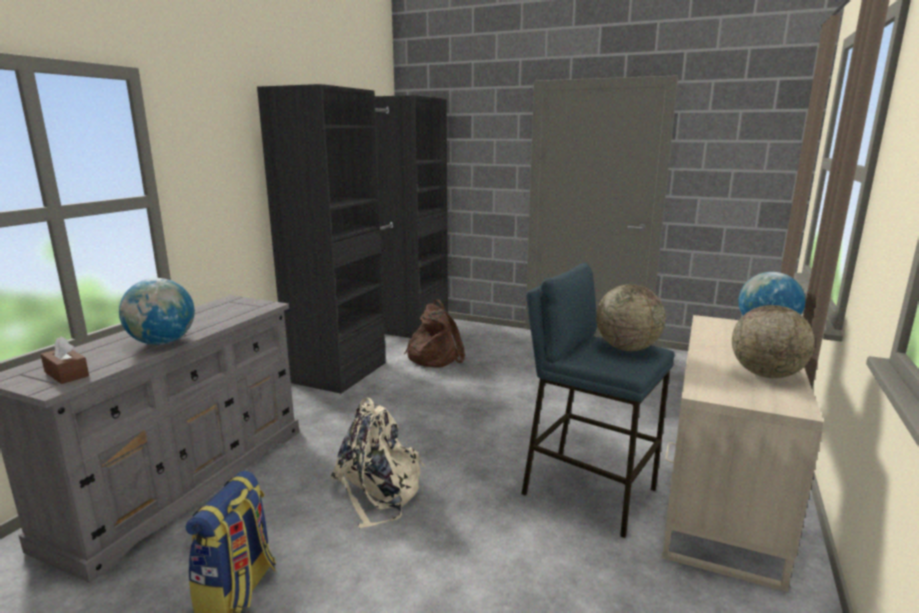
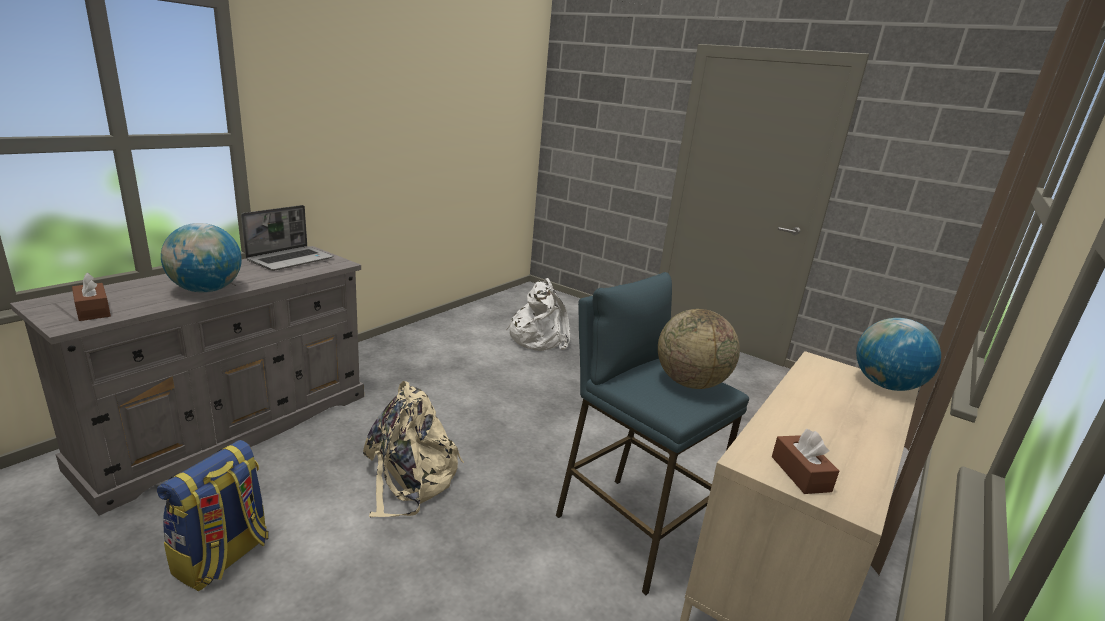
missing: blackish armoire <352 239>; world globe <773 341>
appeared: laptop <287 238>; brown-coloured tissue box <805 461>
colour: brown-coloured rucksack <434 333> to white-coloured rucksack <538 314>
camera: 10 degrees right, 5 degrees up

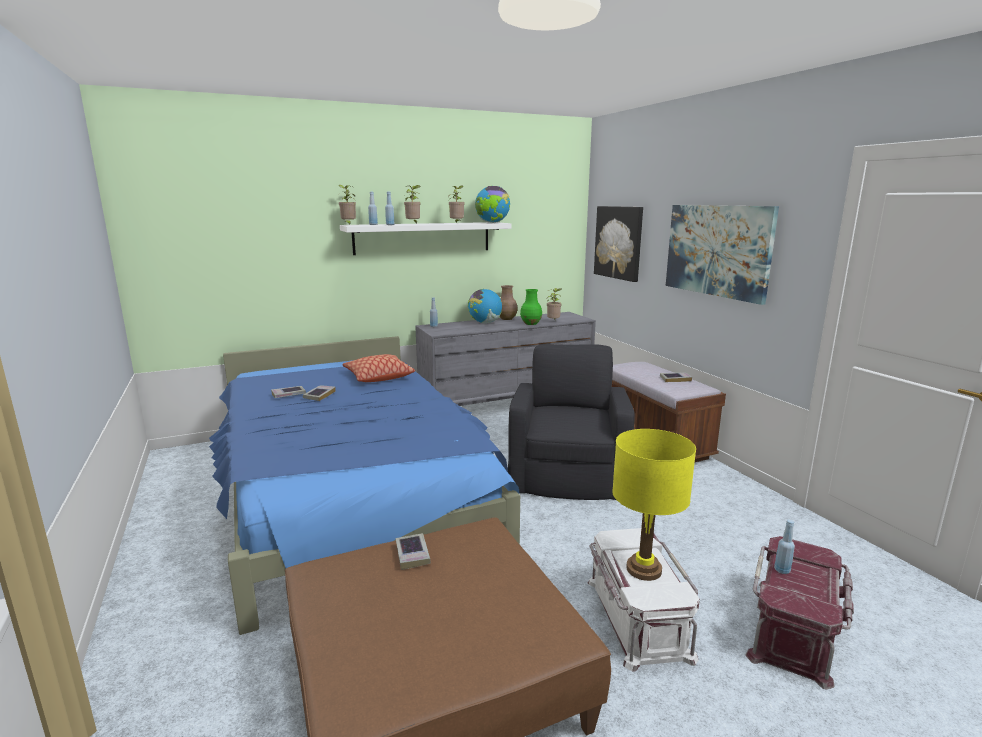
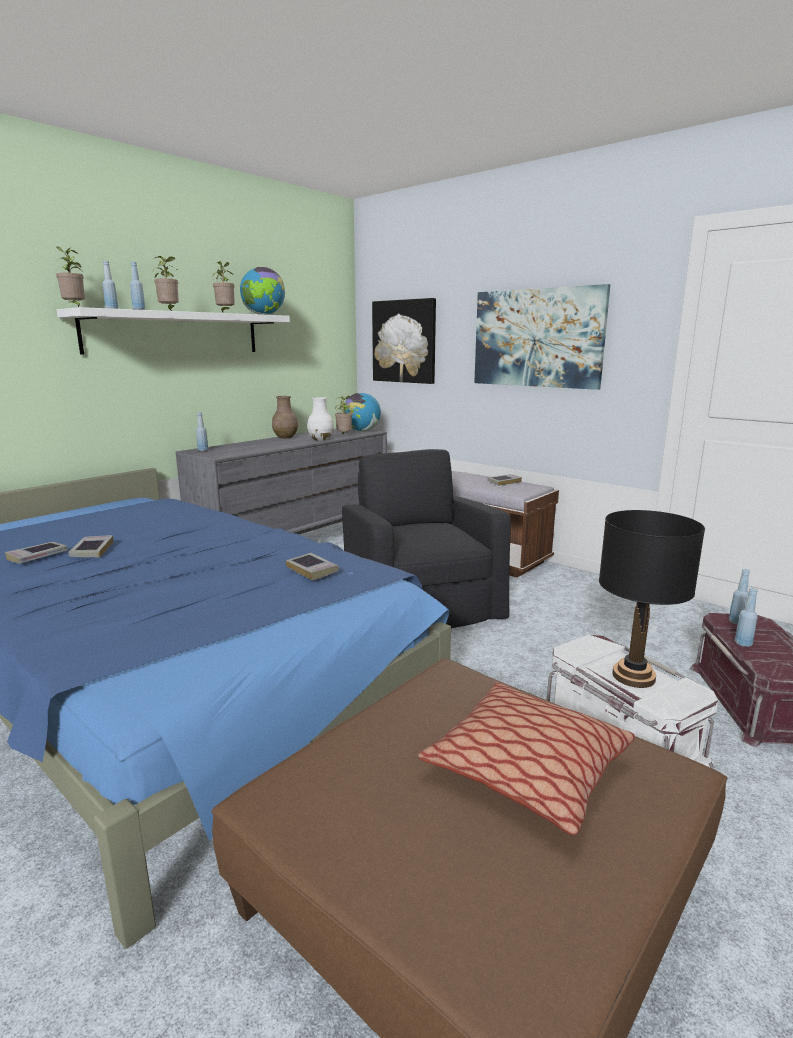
appeared: blue-coloured bottle <739 596>
relocated: cushion <378 368> to <526 758>; book <413 551> to <312 566>; world globe <485 306> to <362 412>
colour: greenish flower vase <531 307> to white-coloured flower vase <320 419>; yellow-coloured tabletop lamp <654 505> to blackish tabletop lamp <652 599>
camera: 25 degrees left, 0 degrees up

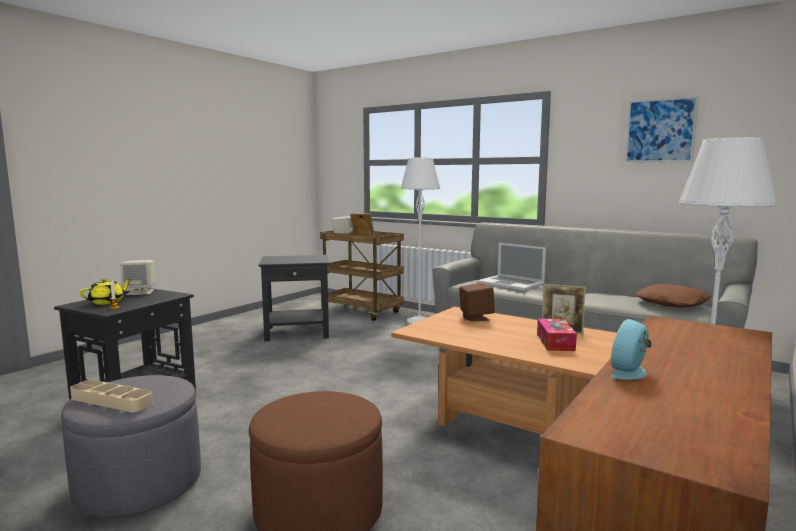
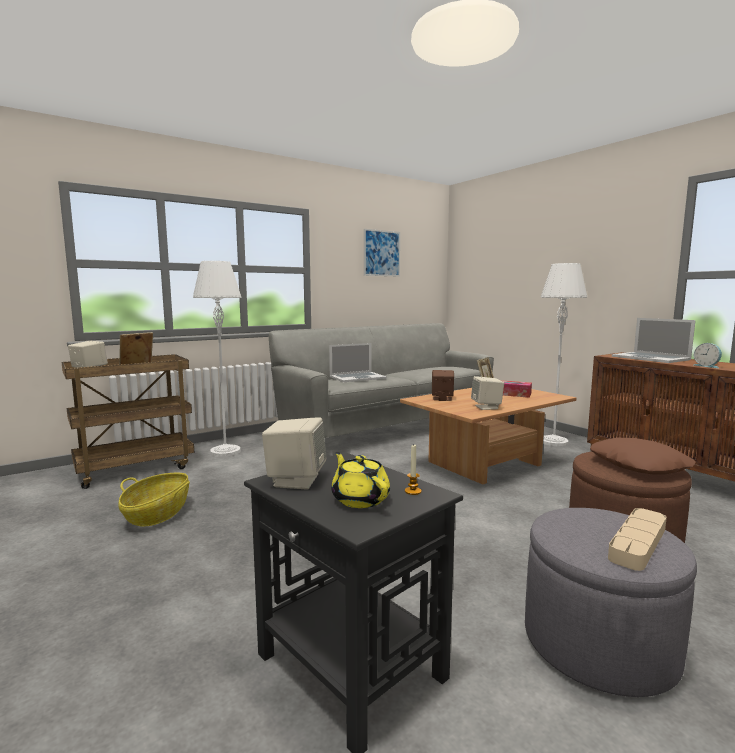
appeared: sand-coloured speaker <487 393>; laptop <654 340>
relocated: brown-coloured cushion <673 295> to <643 456>
exchanged: blackish accent table <294 298> to basket <154 500>
camera: 70 degrees left, 0 degrees up

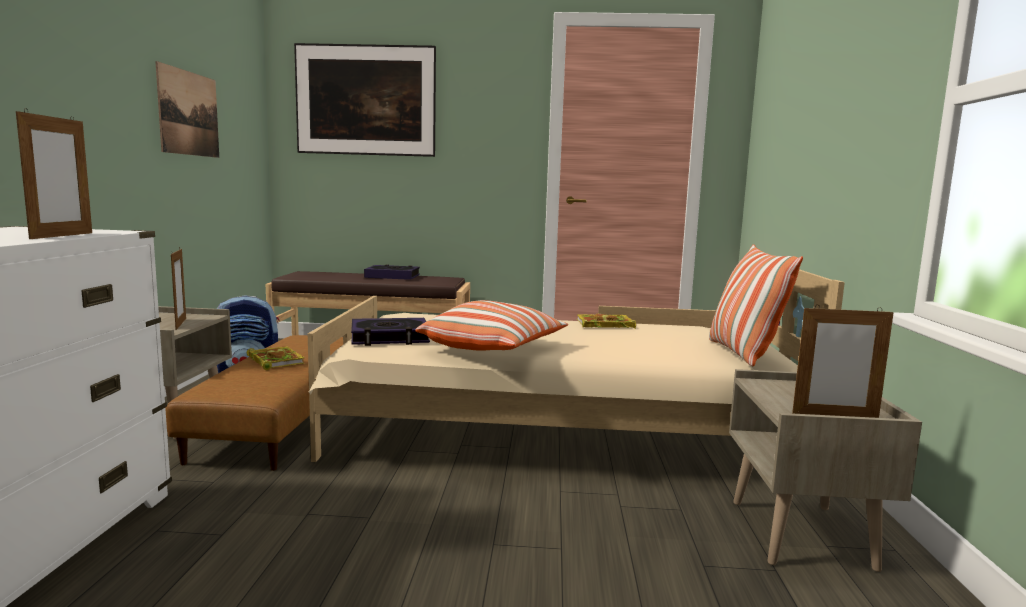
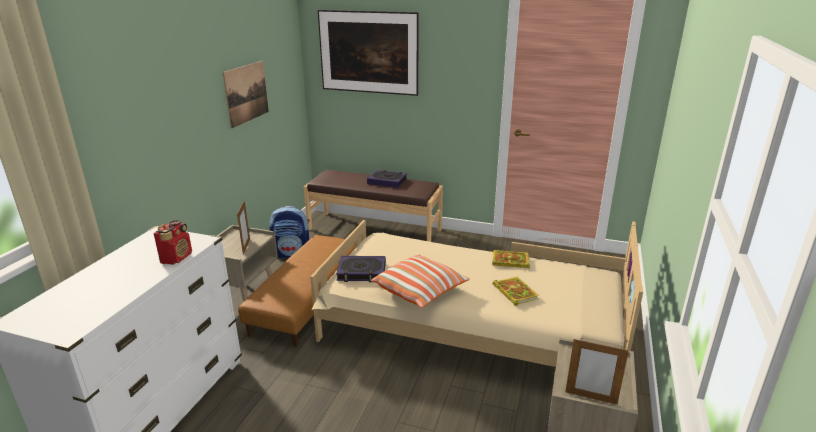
missing: cushion <756 305>
relocated: book <276 358> to <516 291>
exchanged: standing frame <54 173> to radio set <173 242>
camera: 15 degrees right, 15 degrees up

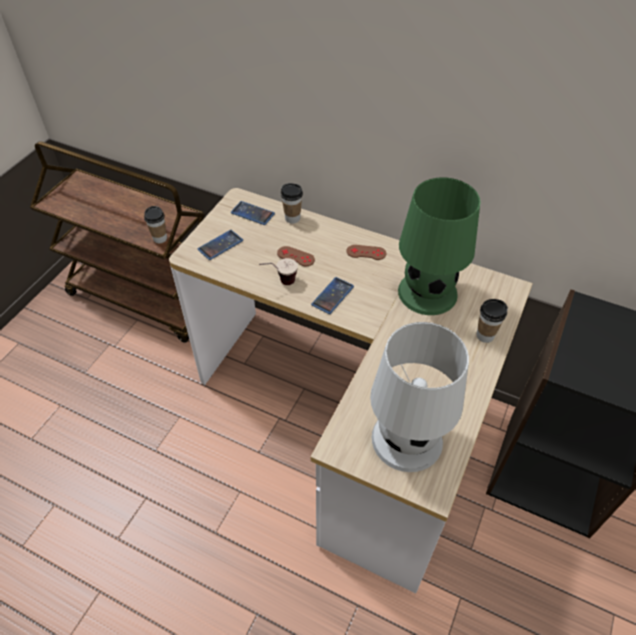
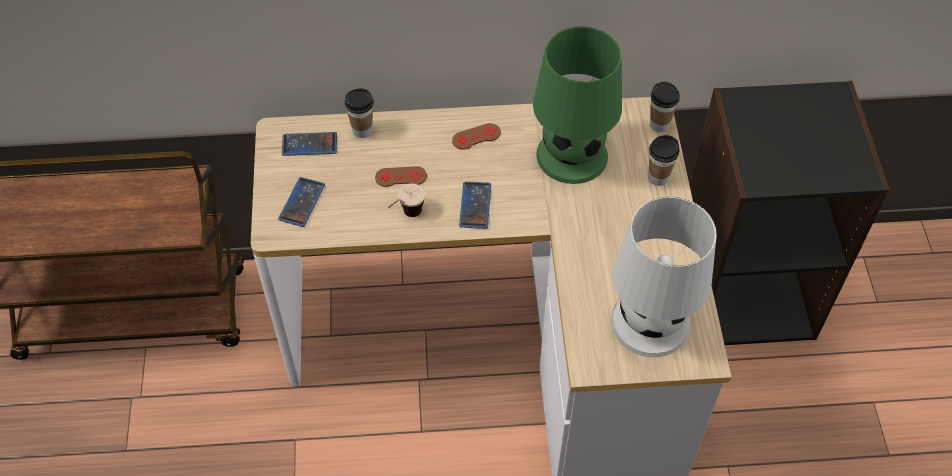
relocated: cup <155 224> to <665 107>
camera: 30 degrees left, 5 degrees up

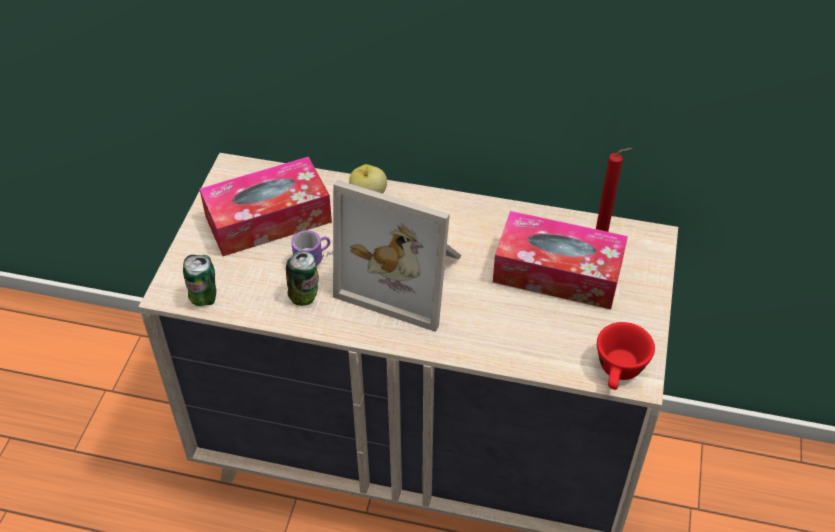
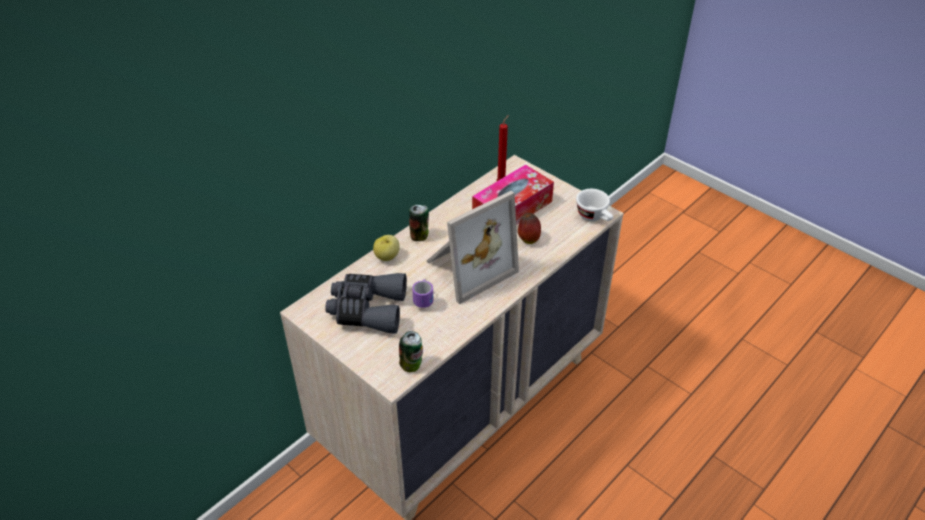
appeared: apple <529 228>
relocated: can <302 278> to <419 223>
exchanged: tissue box <266 206> to greyish binoculars <366 303>
colour: red cup <626 356> to white-coloured cup <594 205>
camera: 60 degrees left, 5 degrees down

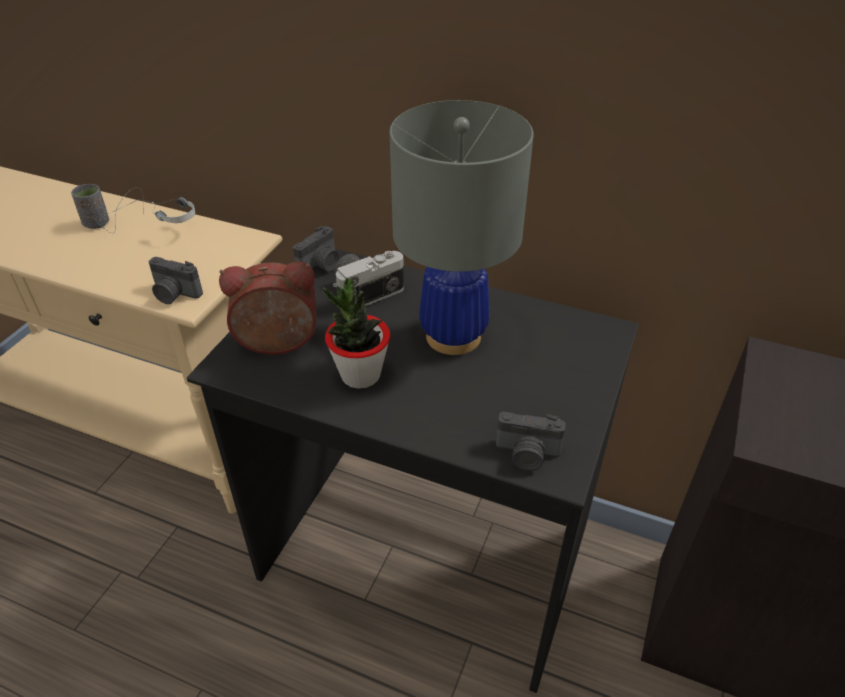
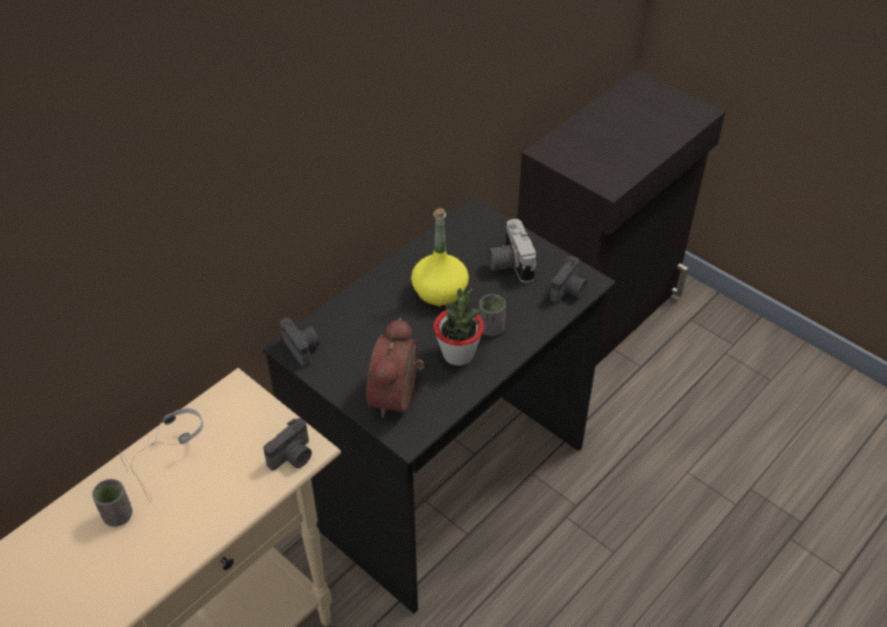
appeared: greyish cup <492 315>
relocated: photo camera <368 278> to <512 251>
exchanged: greyish tabletop lamp <462 227> to yellow-coloured bottle <440 257>
camera: 70 degrees left, 5 degrees up

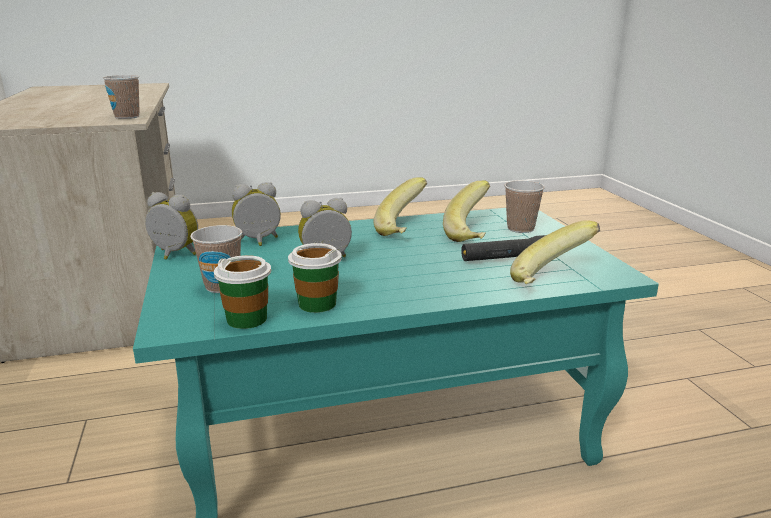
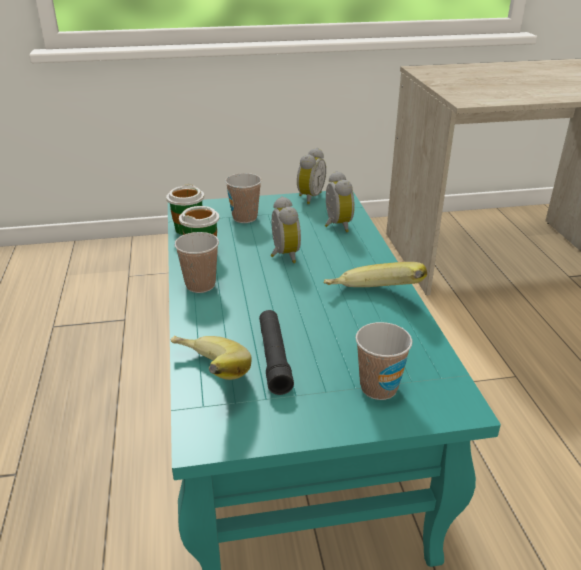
missing: banana fruit <466 211>
relocated: cup <121 97> to <196 262>
camera: 95 degrees right, 10 degrees up

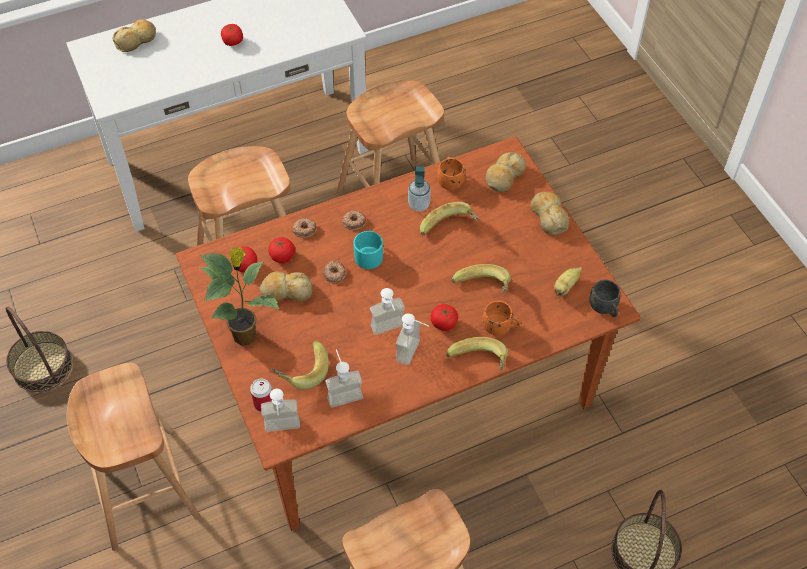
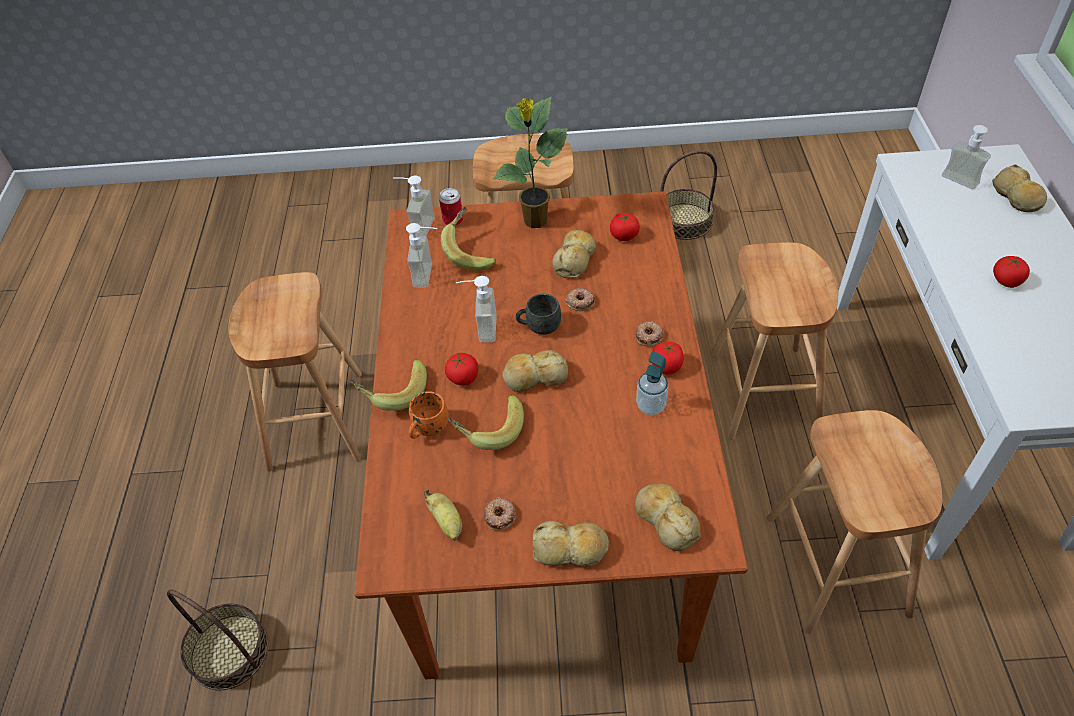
missing: turquoise-coloured tea mug <368 250>; banana fruit <449 218>; orangey tea mug <451 173>
appeared: bakery bread <535 371>
relocated: tomato <281 250> to <668 358>; donut <305 228> to <500 514>; soap bottle <412 339> to <966 157>; greyish tea mug <605 298> to <538 314>
camera: 115 degrees right, 5 degrees down

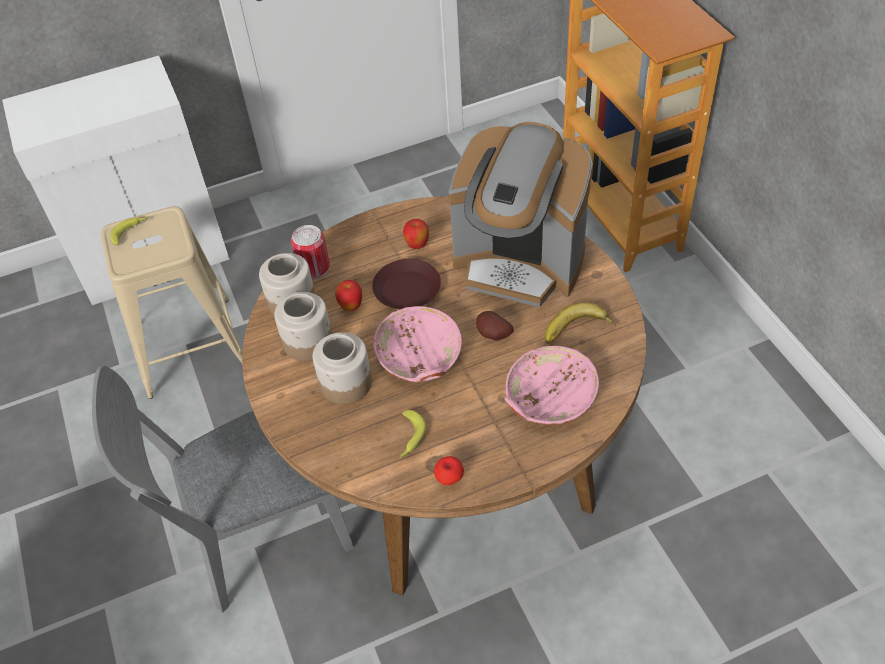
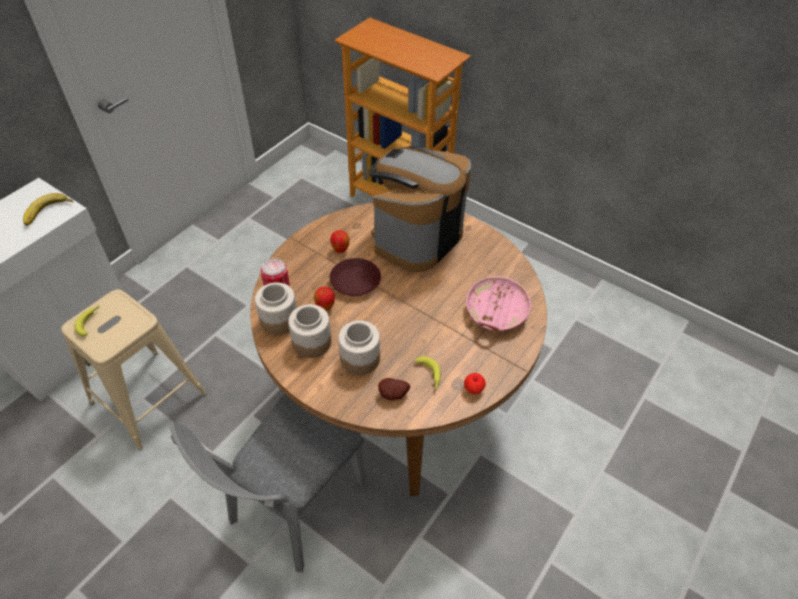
missing: pinkish serving bowl <417 344>
relocated: whole potato <495 326> to <394 389>; banana fruit <580 323> to <48 209>
spun: coffee machine <520 214> = <419 209> 135 degrees clockwise
camera: 35 degrees left, 0 degrees up

